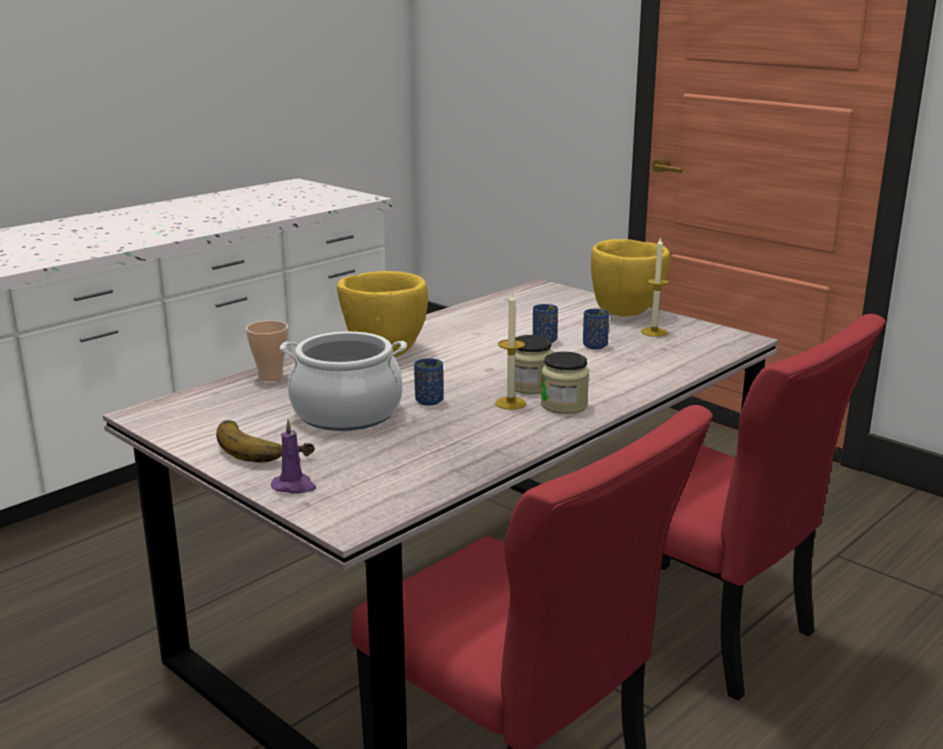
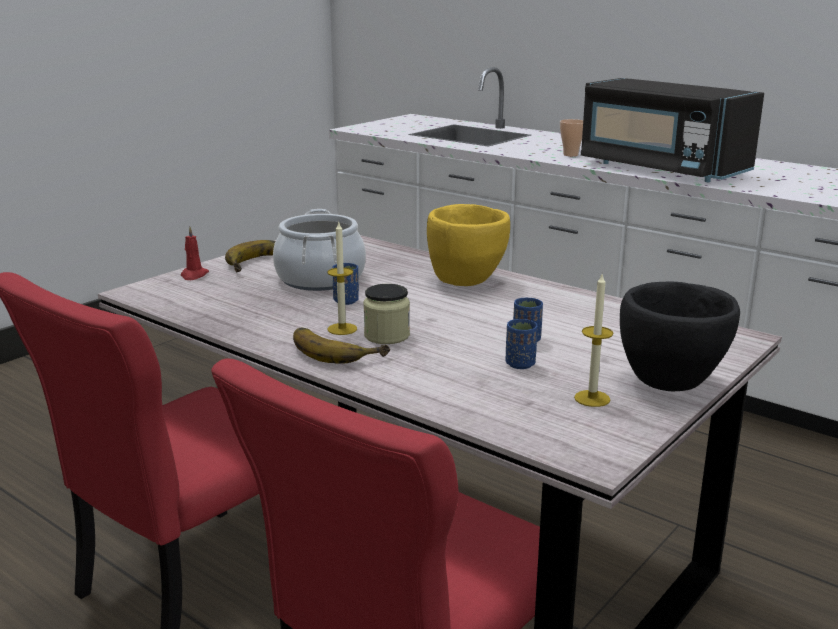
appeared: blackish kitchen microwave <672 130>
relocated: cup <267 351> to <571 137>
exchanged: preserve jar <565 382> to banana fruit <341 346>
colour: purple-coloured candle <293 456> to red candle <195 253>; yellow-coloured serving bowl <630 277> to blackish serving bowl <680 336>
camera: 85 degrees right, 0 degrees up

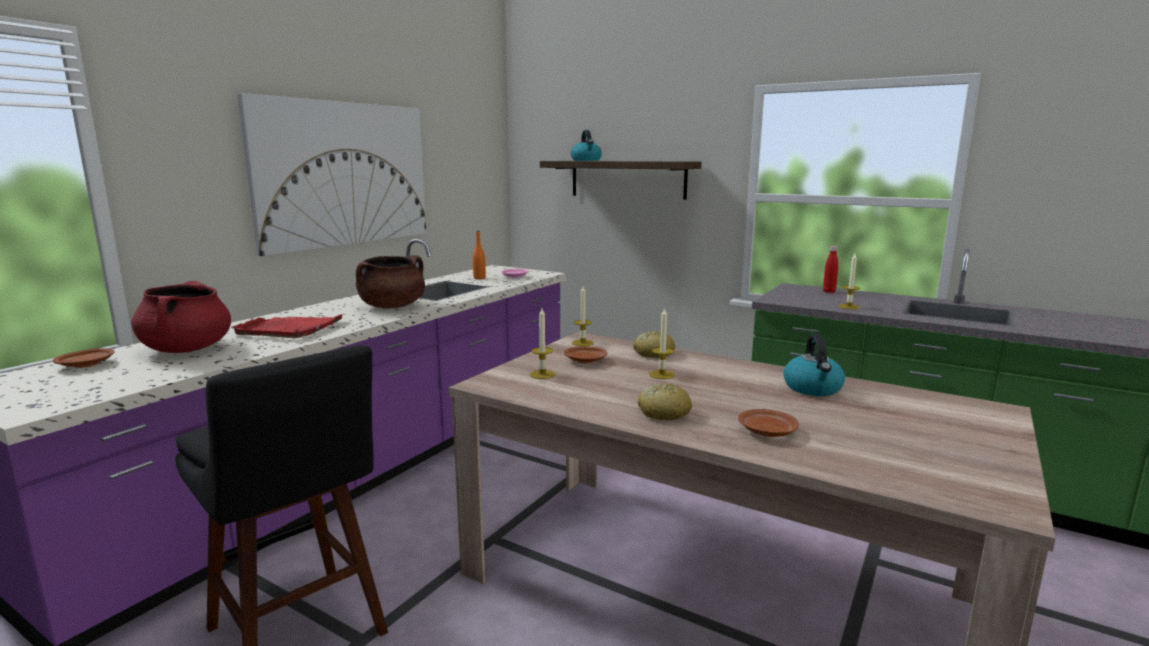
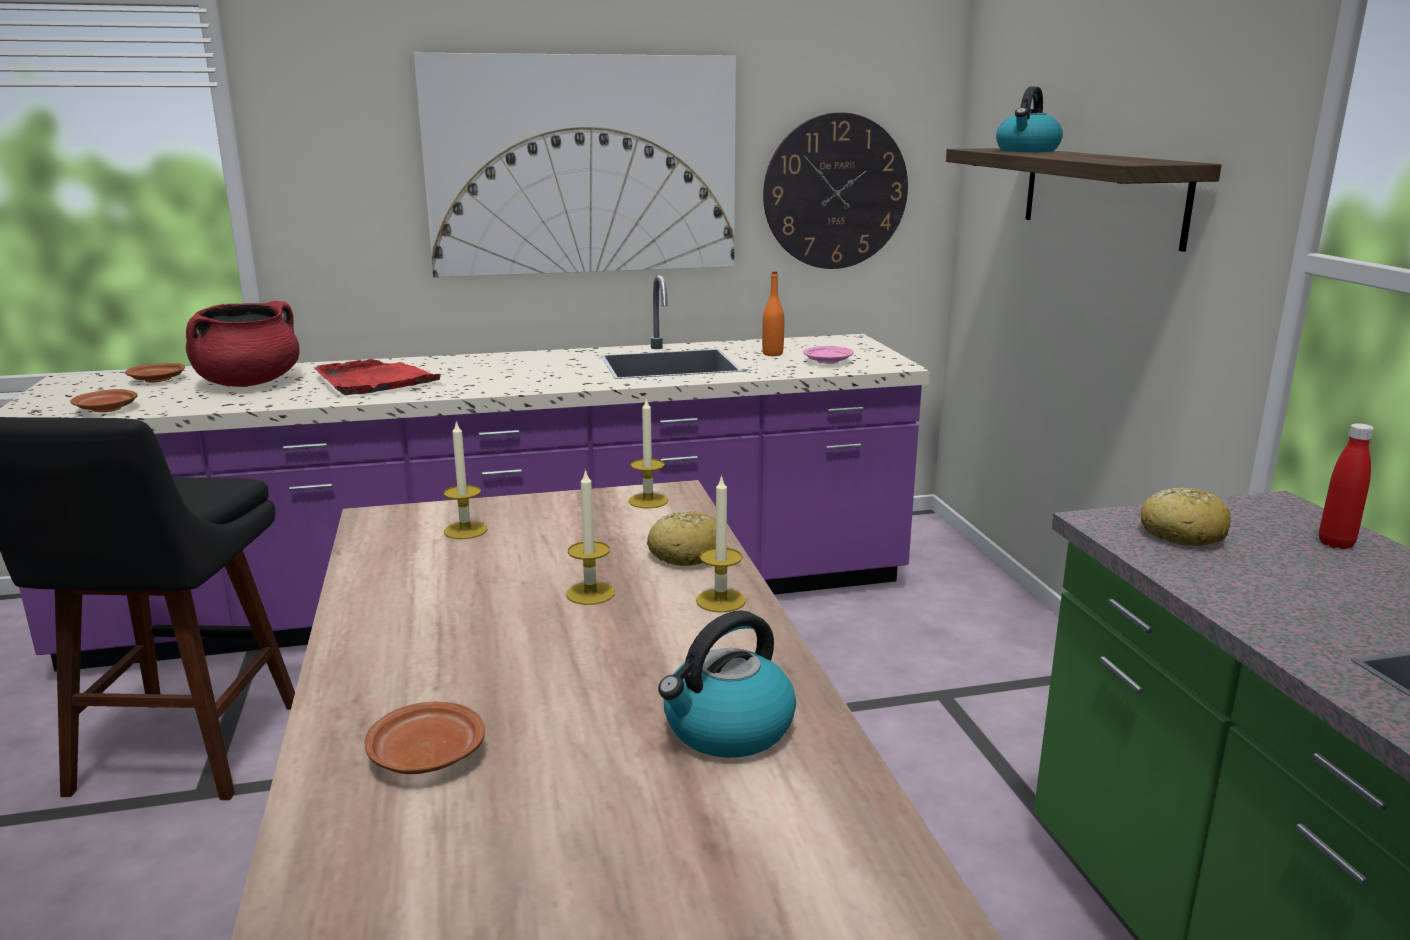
missing: brown-coloured stockpot <390 282>
appeared: wall clock <835 190>
relocated: brown-coloured flat dish <585 354> to <104 400>; bakery bread <665 401> to <1186 517>; candle <849 281> to <721 544>
camera: 45 degrees right, 5 degrees up

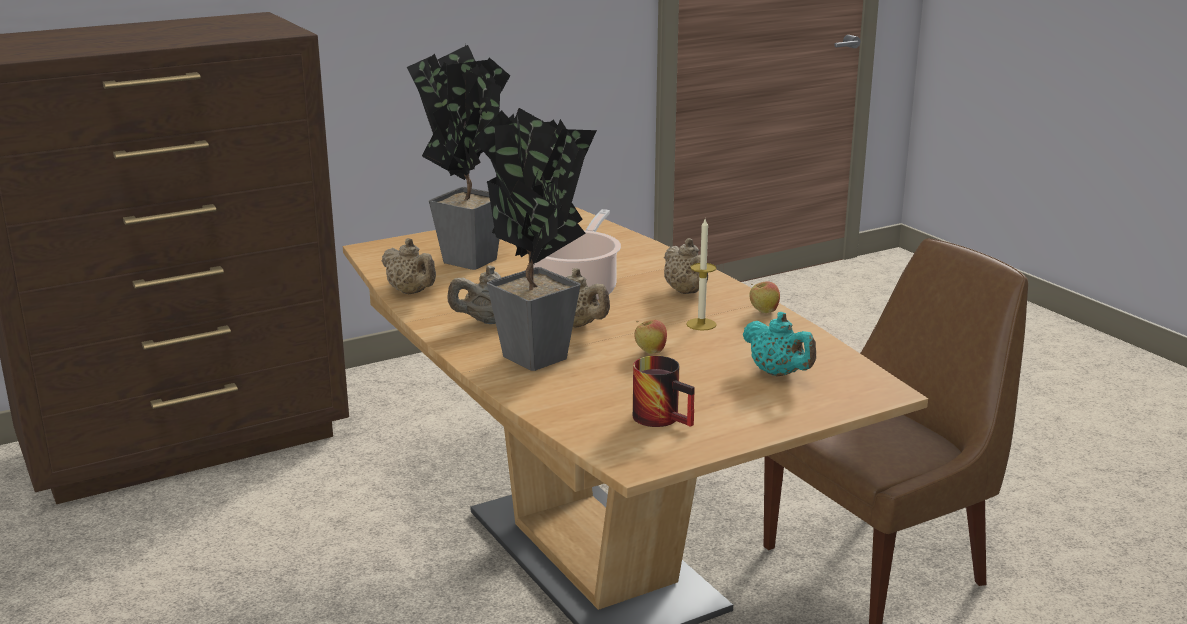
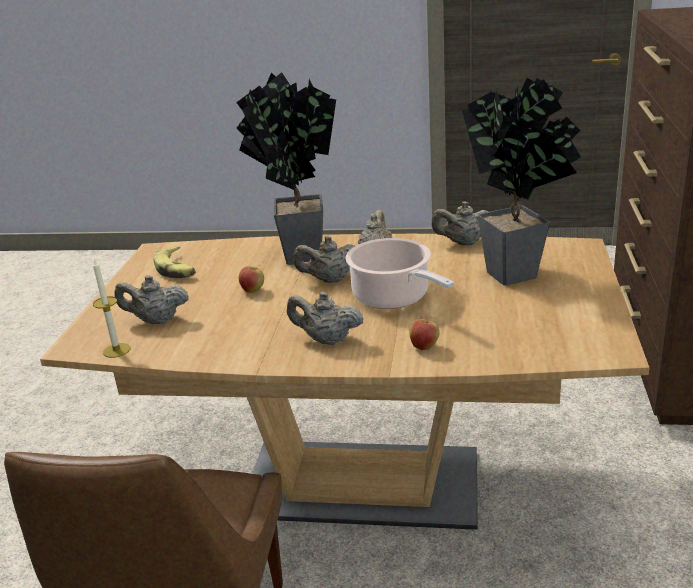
relocated: candle <701 275> to <111 308>; apple <764 297> to <424 333>
exchanged: tea mug <664 391> to banana fruit <174 262>
colour: turquoise-coloured tea pot <779 344> to sand-coloured tea pot <152 299>
camera: 130 degrees right, 5 degrees up

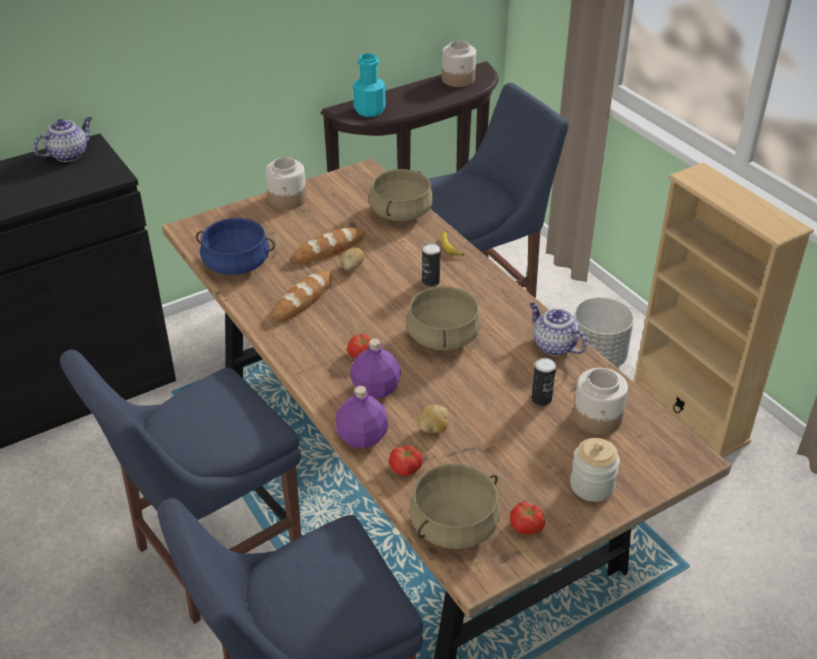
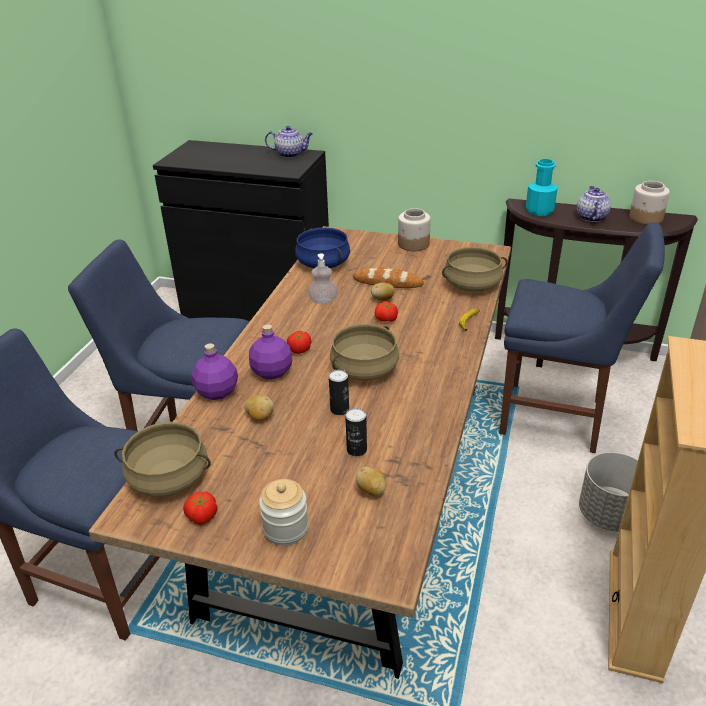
relocated: tomato <406 461> to <386 311>; can <431 265> to <339 392>; tea pot <558 329> to <594 204>
exchanged: bakery bread <302 296> to soap bottle <323 278>; preserve jar <600 401> to whole potato <371 482>
camera: 50 degrees right, 5 degrees down

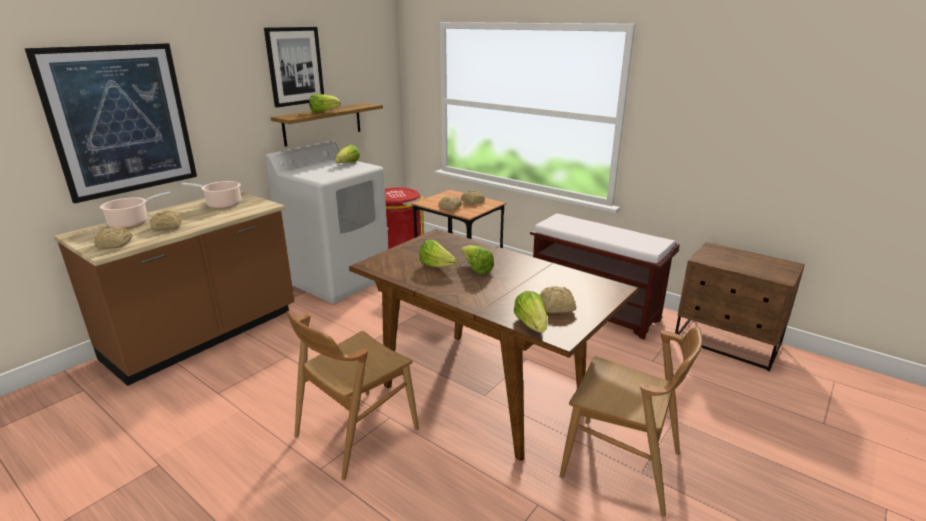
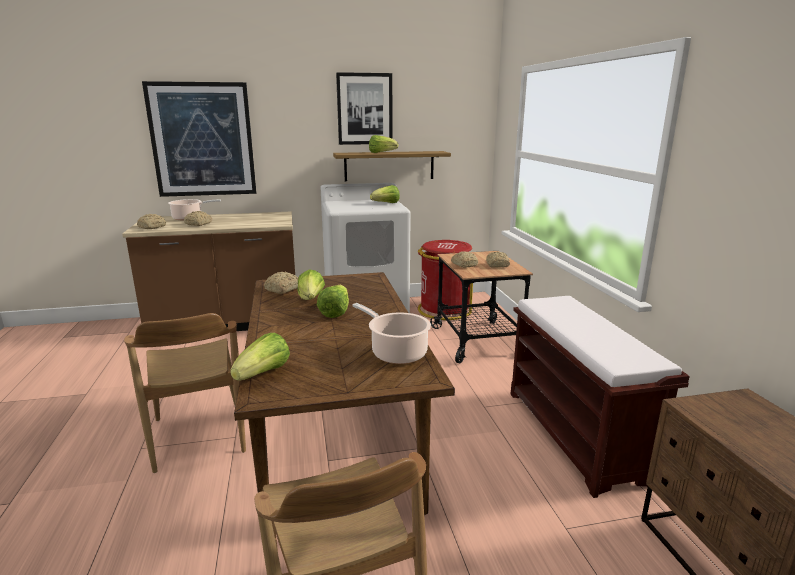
relocated: stockpot <211 195> to <392 333>; bakery bread <558 300> to <281 283>
spun: brown-coloured plain chair <352 395> = <185 393> 105 degrees counterclockwise
camera: 40 degrees right, 5 degrees down

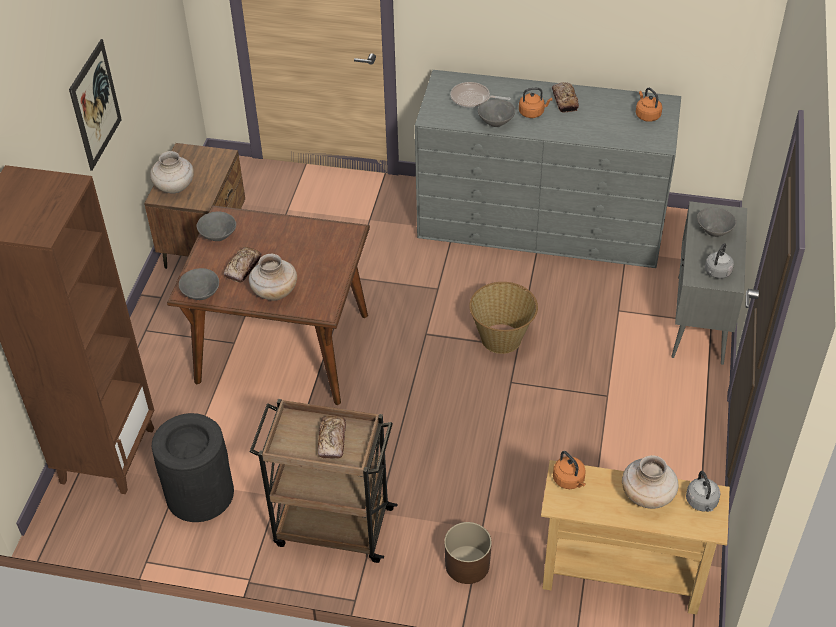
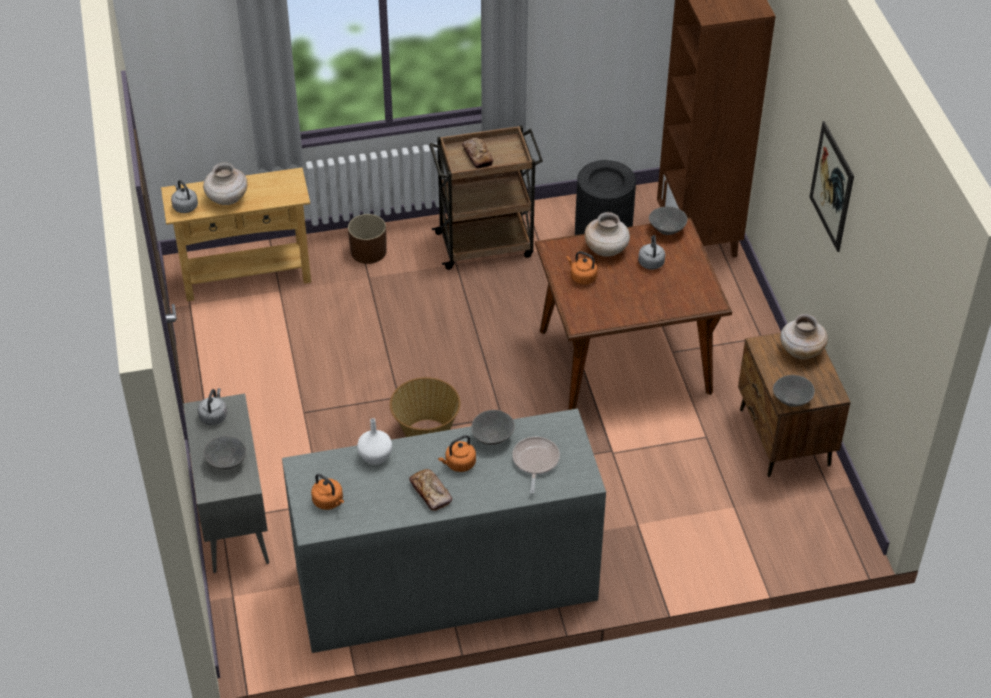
appeared: white-coloured flower vase <374 441>
relocated: greyish serving bowl <216 226> to <794 391>; orangey water kettle <569 470> to <582 268>
exchanged: bakery bread <242 265> to greyish water kettle <651 252>
spun: skillet <480 95> = <536 465> 75 degrees counterclockwise
camera: 155 degrees right, 0 degrees up

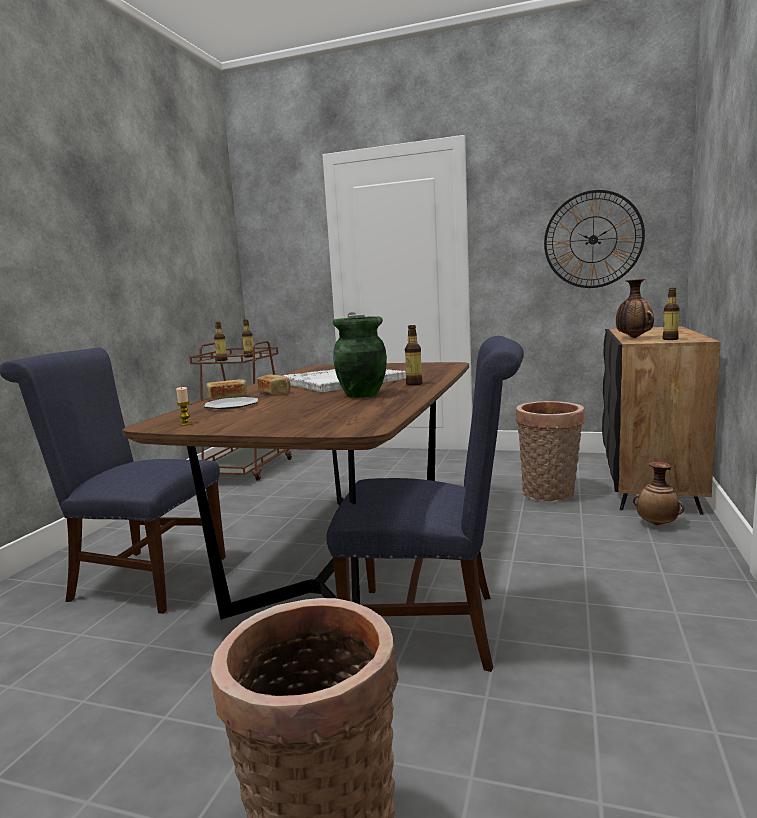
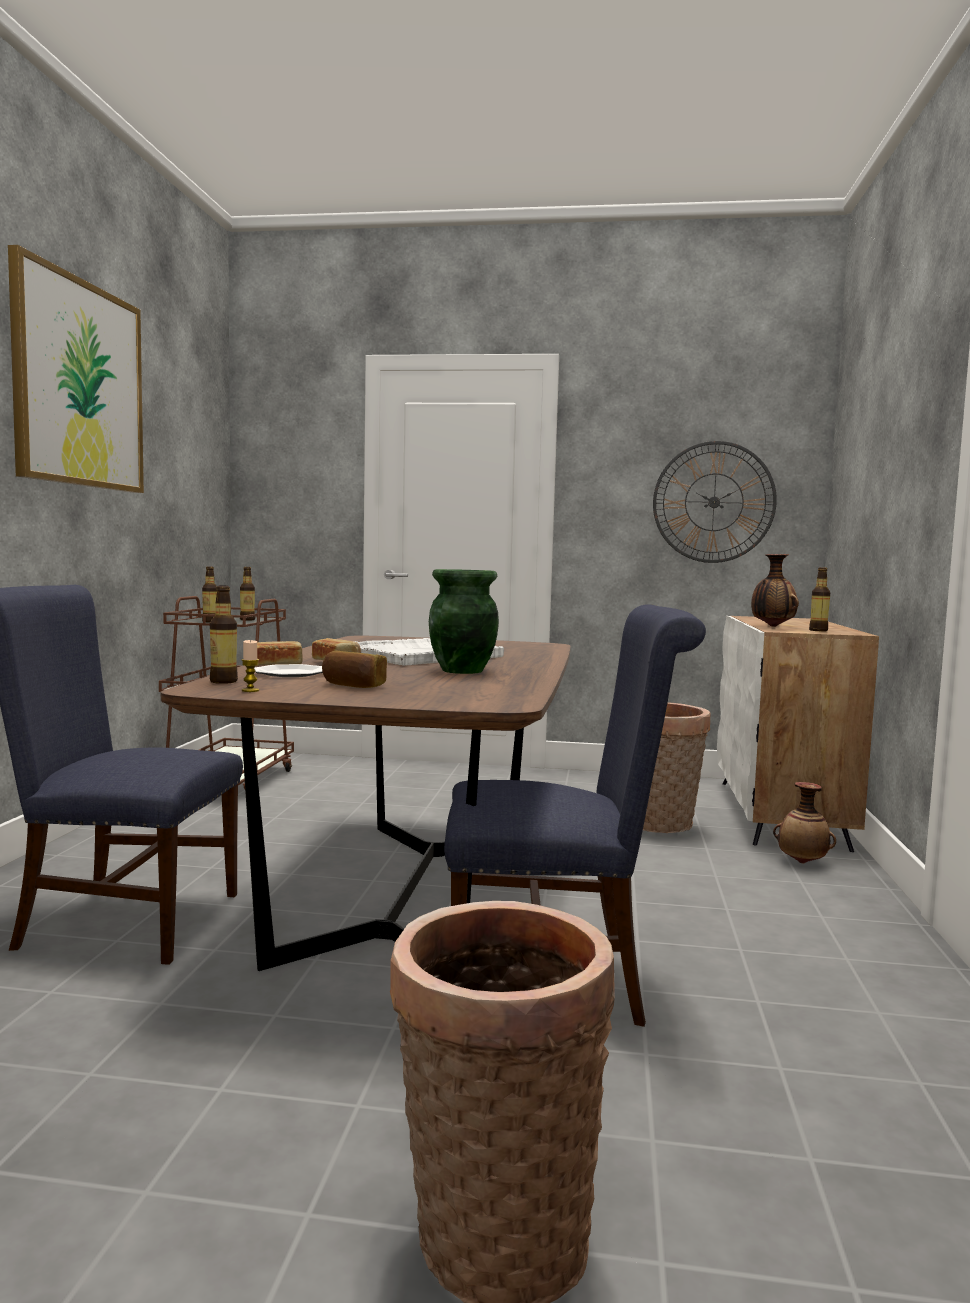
appeared: wall picture <76 369>; bakery bread <354 669>
relocated: bottle <414 355> to <224 635>
colour: blackish cabinet <661 420> to white-coloured cabinet <798 734>
camera: 10 degrees left, 5 degrees down

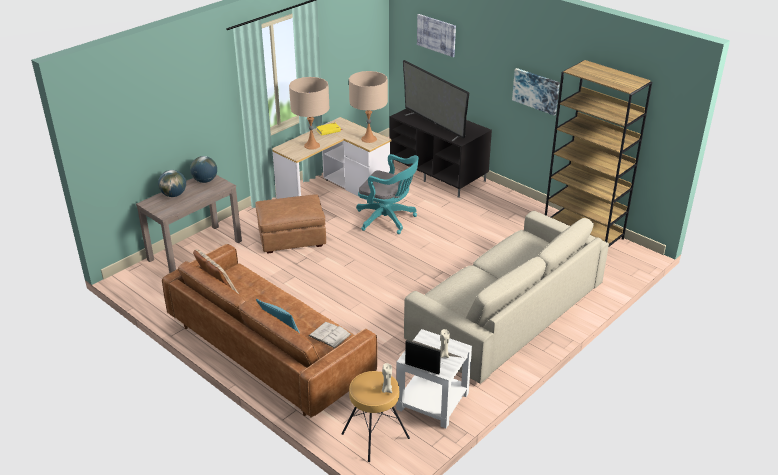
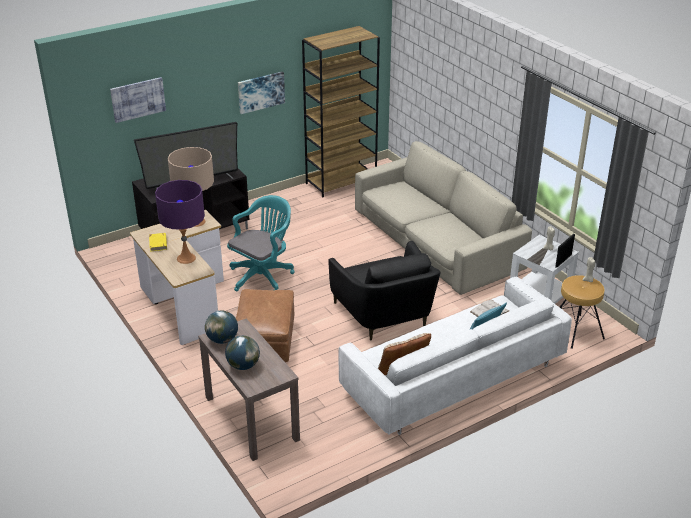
appeared: blackish armchair <384 290>
colour: brown-coloured settee <269 330> to white-coloured settee <455 355>; sand-coloured tabletop lamp <309 113> to purple-coloured tabletop lamp <180 222>
camera: 75 degrees left, 0 degrees up

